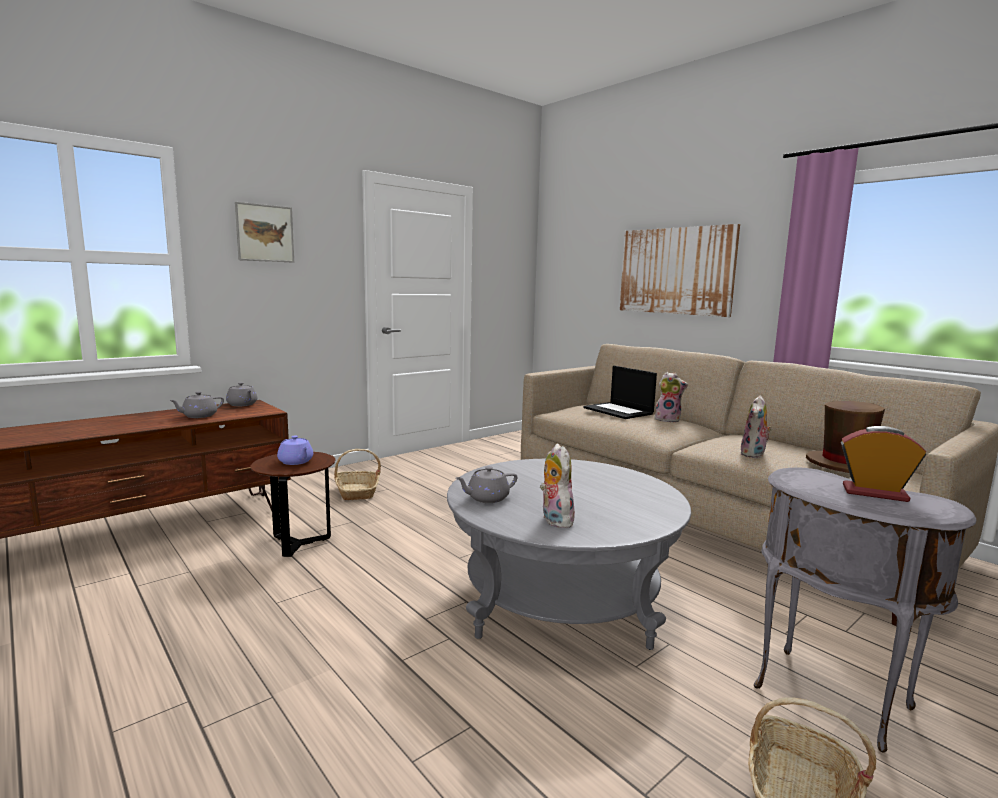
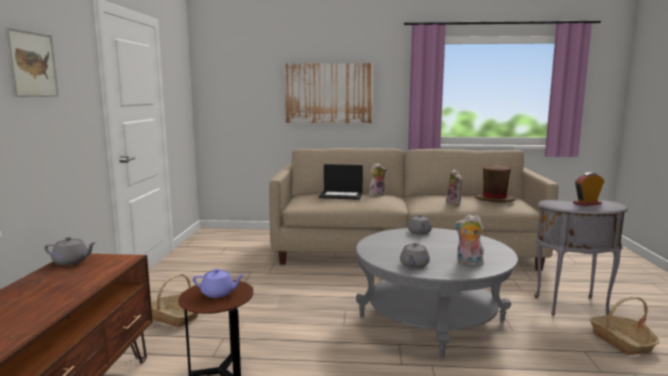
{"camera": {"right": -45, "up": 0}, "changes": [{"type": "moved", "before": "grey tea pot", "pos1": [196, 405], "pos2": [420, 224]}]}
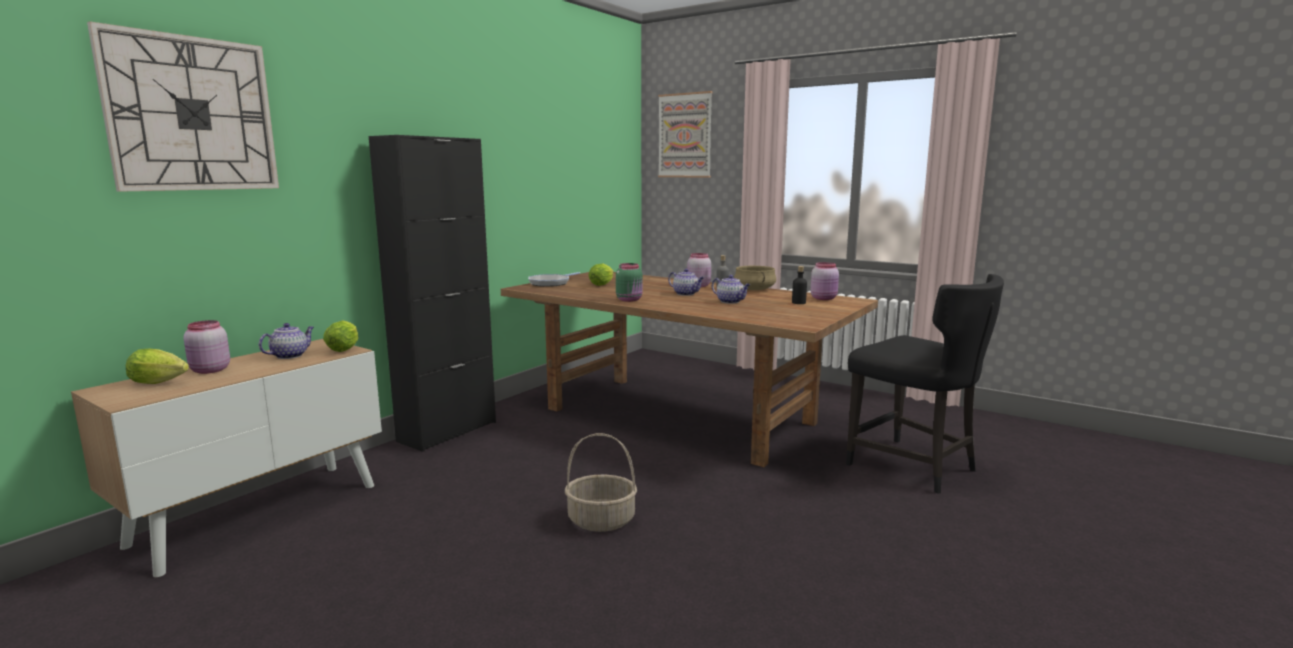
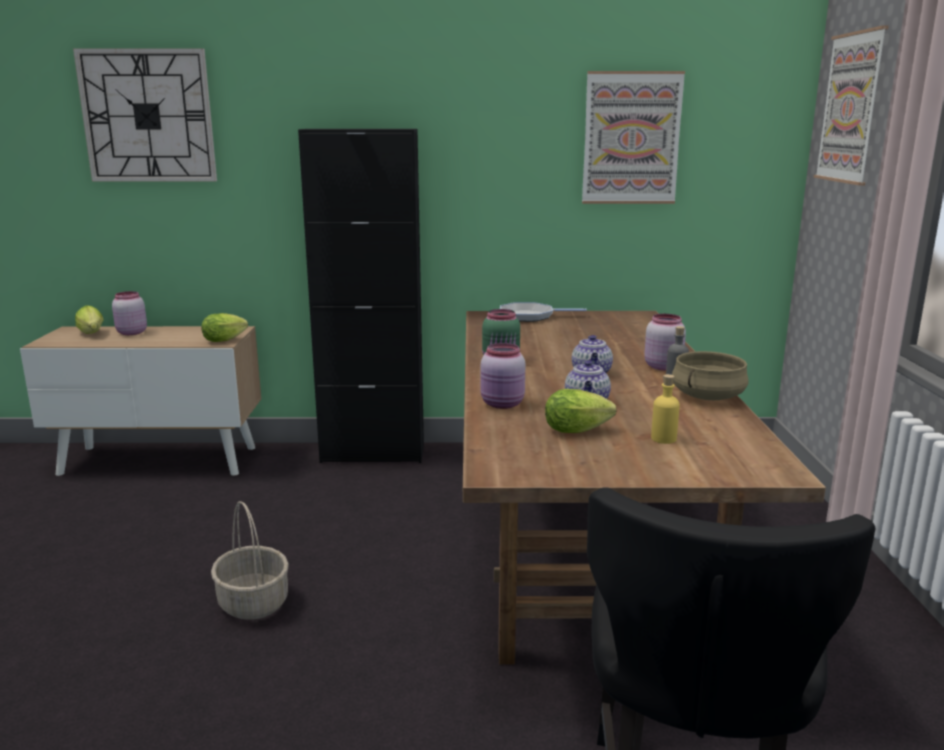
{"camera": {"right": 55, "up": 5}, "changes": [{"type": "moved", "before": "pink-coloured preserve jar", "pos1": [825, 281], "pos2": [503, 376]}, {"type": "moved", "before": "lettuce head", "pos1": [601, 274], "pos2": [580, 411]}, {"type": "added", "after": "picture", "pos2": [633, 137]}, {"type": "recoloured", "before": "black bottle", "after": "yellow-coloured bottle", "pos1": [799, 285], "pos2": [665, 409]}, {"type": "removed", "before": "tea pot", "pos1": [286, 341]}]}
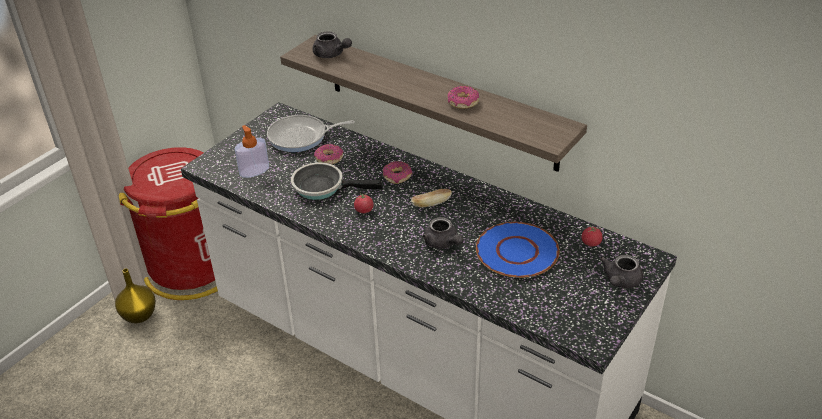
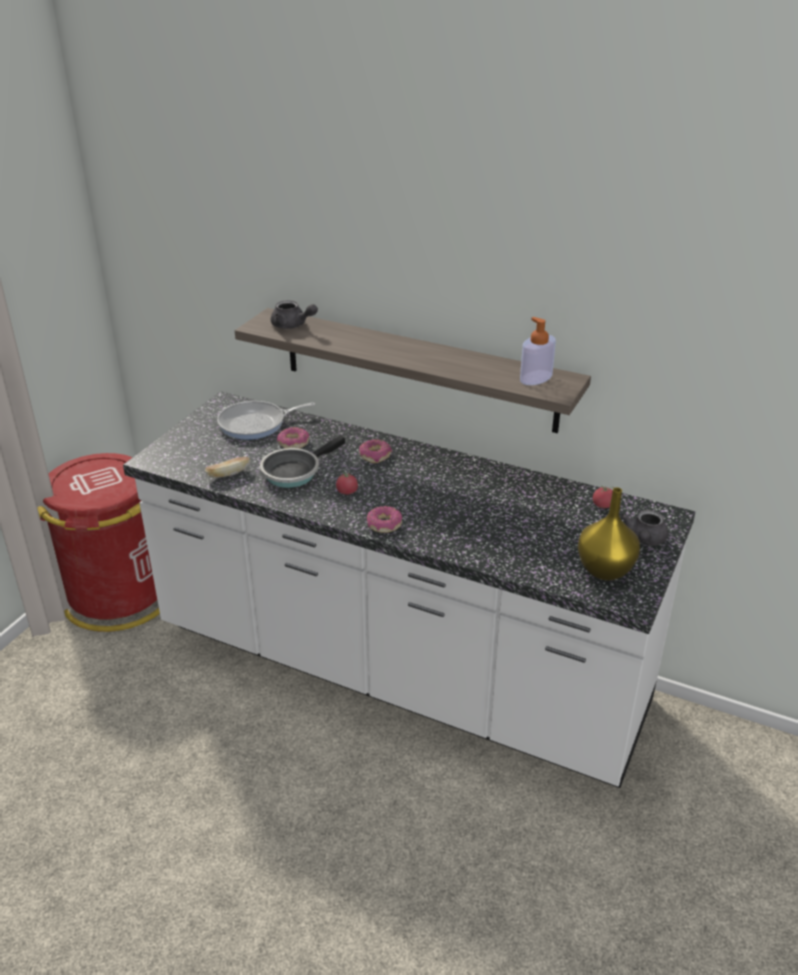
{"camera": {"right": -10, "up": -5}, "changes": [{"type": "moved", "before": "bread", "pos1": [431, 198], "pos2": [227, 467]}, {"type": "turned", "before": "pan", "pos1": [337, 181], "pos2": [302, 461], "turn": -45}, {"type": "moved", "before": "donut", "pos1": [463, 97], "pos2": [384, 519]}, {"type": "moved", "before": "soap dispenser", "pos1": [252, 151], "pos2": [538, 351]}, {"type": "moved", "before": "yellow-coloured vase", "pos1": [135, 296], "pos2": [609, 533]}, {"type": "removed", "before": "grey tea pot", "pos1": [443, 233]}, {"type": "removed", "before": "blue-coloured plate", "pos1": [518, 250]}]}
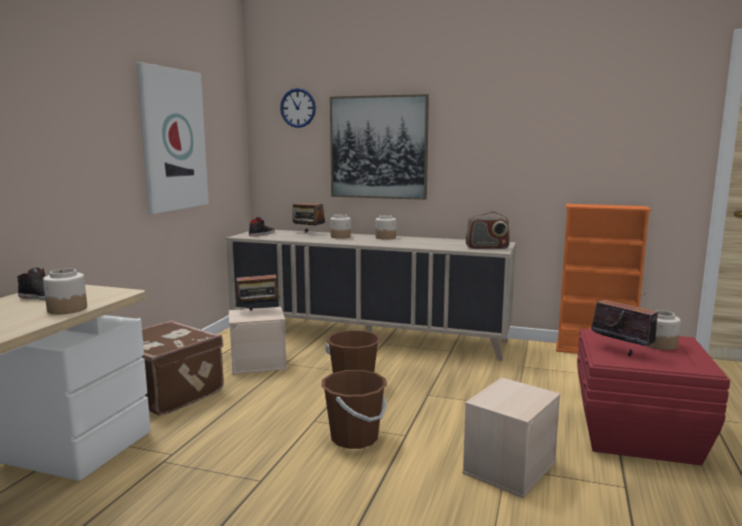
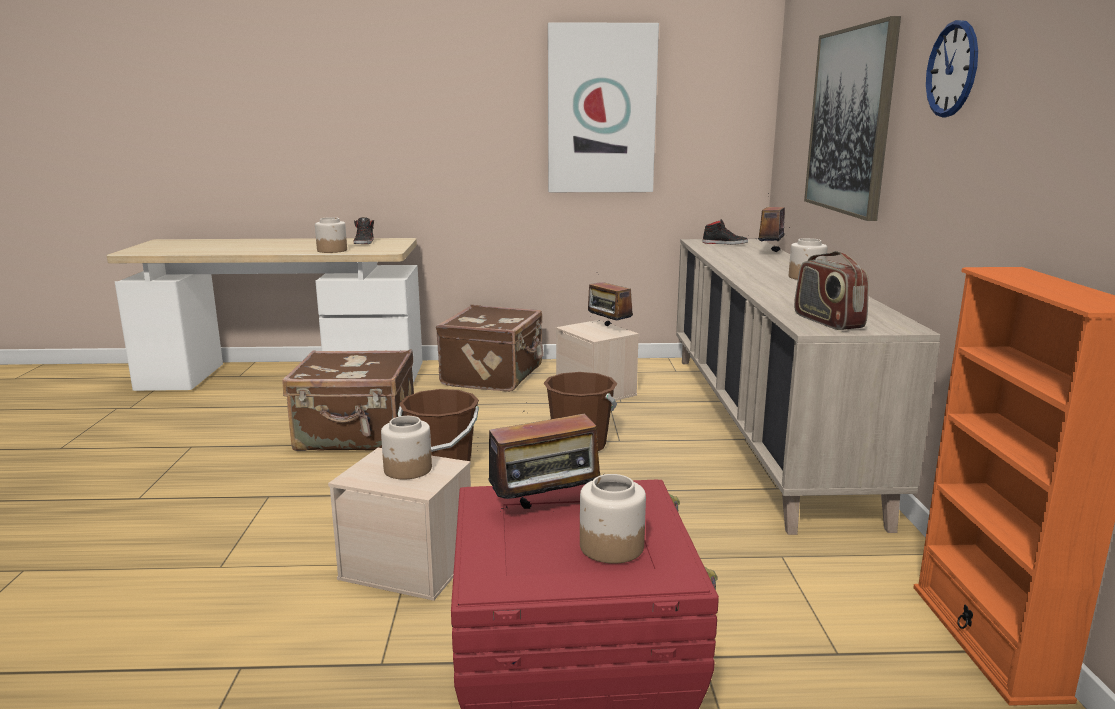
{"camera": {"right": 70, "up": 5}, "changes": [{"type": "added", "after": "brownish piece of luggage", "pos2": [348, 400]}, {"type": "moved", "before": "preserve jar", "pos1": [340, 226], "pos2": [406, 447]}, {"type": "turned", "before": "radio set", "pos1": [624, 325], "pos2": [546, 461], "turn": 45}, {"type": "moved", "before": "wall clock", "pos1": [298, 108], "pos2": [952, 68]}]}
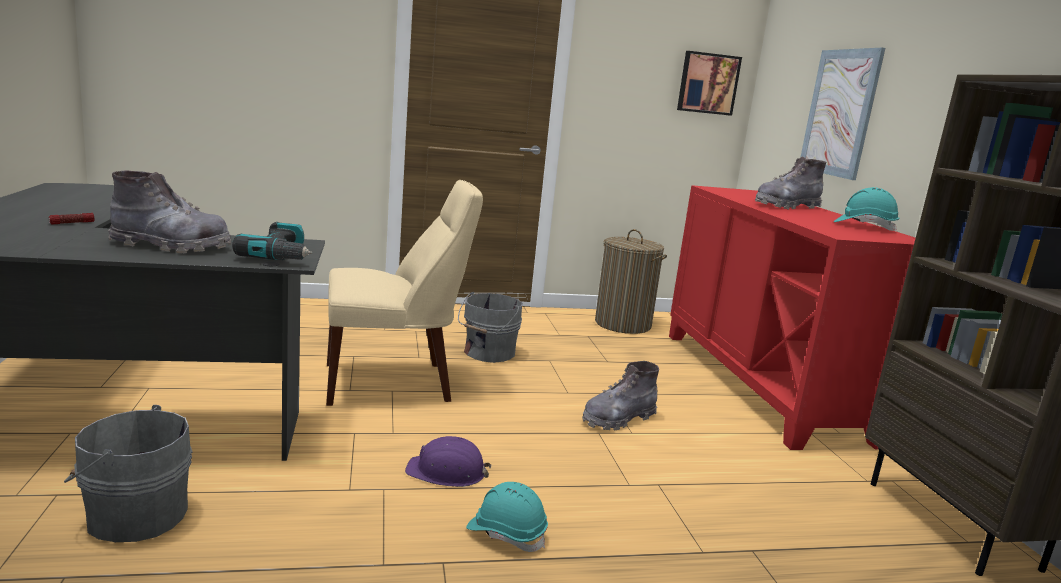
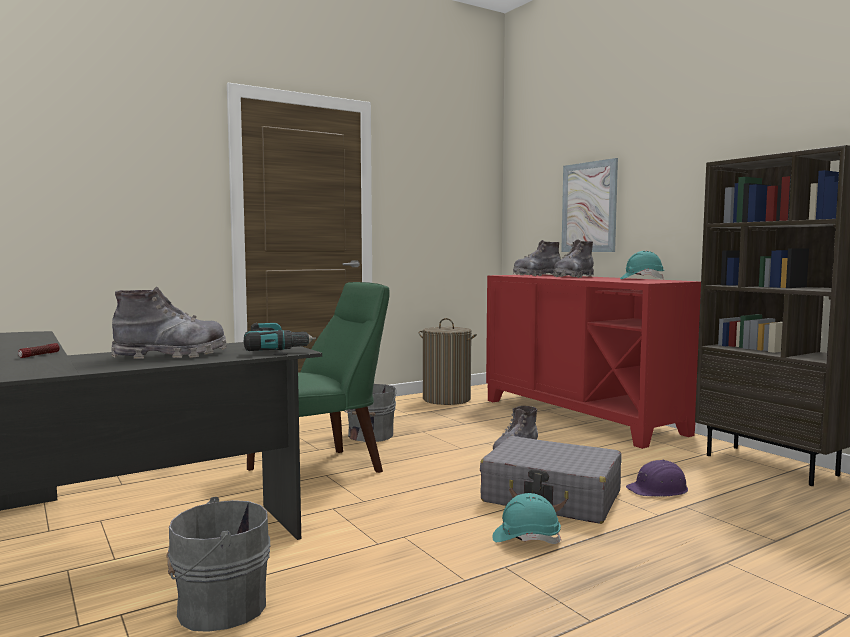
{"camera": {"right": -20, "up": -10}, "changes": [{"type": "recoloured", "before": "beige-coloured plain chair", "after": "green-coloured plain chair", "pos1": [404, 293], "pos2": [318, 377]}, {"type": "added", "after": "grey piece of luggage", "pos2": [551, 480]}, {"type": "added", "after": "grey high-top boot", "pos2": [537, 258]}, {"type": "moved", "before": "purple work helmet", "pos1": [448, 461], "pos2": [657, 478]}, {"type": "removed", "before": "picture", "pos1": [709, 83]}]}
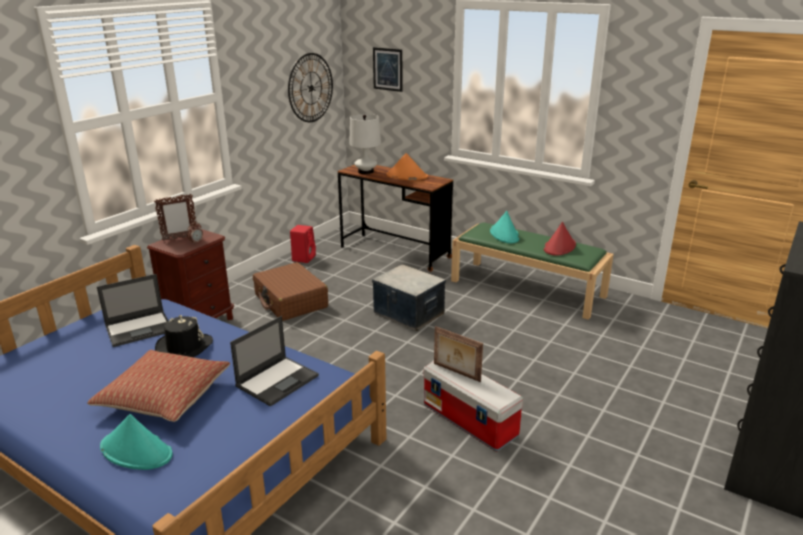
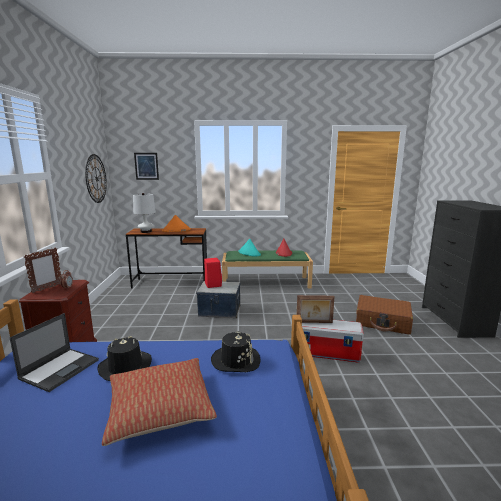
{"camera": {"right": -35, "up": -10}, "changes": [{"type": "moved", "before": "red audio speaker", "pos1": [303, 244], "pos2": [213, 273]}, {"type": "replaced", "before": "portable computer", "after": "black wearable hat", "pos1": [274, 361], "pos2": [236, 351]}, {"type": "moved", "before": "brownish piece of luggage", "pos1": [290, 291], "pos2": [384, 315]}, {"type": "removed", "before": "turquoise-coloured wearable hat", "pos1": [136, 442]}]}
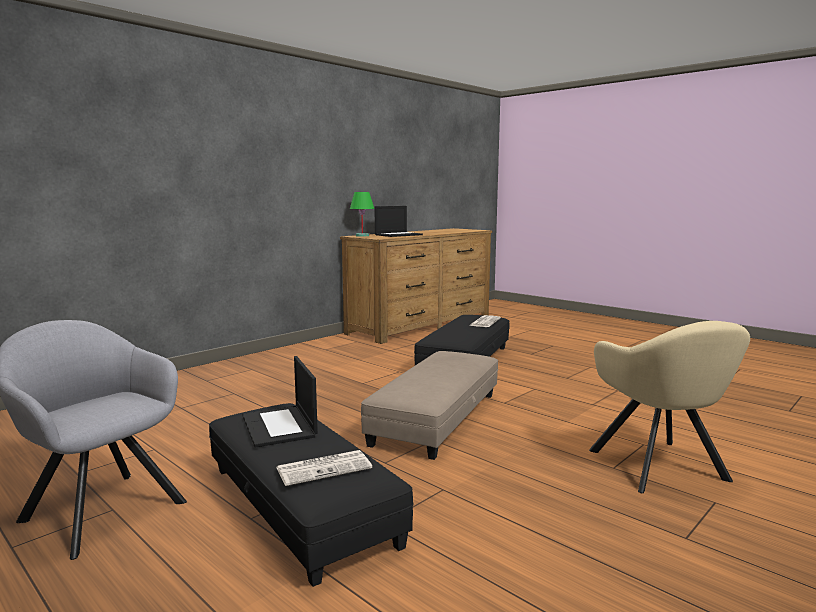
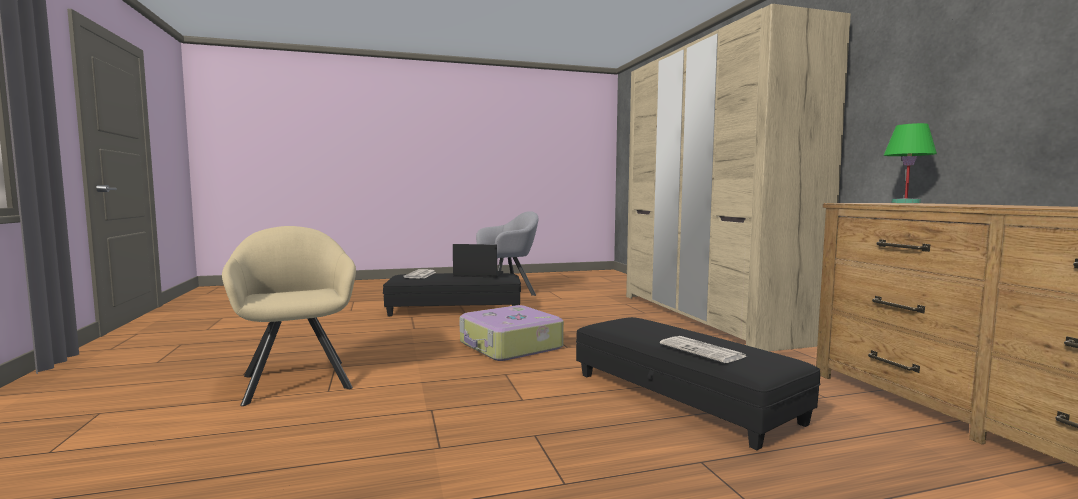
{"camera": {"right": 120, "up": -5}, "changes": [{"type": "turned", "before": "beige-coloured armchair", "pos1": [669, 407], "pos2": [289, 316], "turn": 45}, {"type": "replaced", "before": "beige-coloured pouffe", "after": "piece of luggage", "pos1": [429, 405], "pos2": [512, 333]}, {"type": "added", "after": "beige-coloured wardrobe", "pos2": [738, 177]}, {"type": "removed", "before": "portable computer", "pos1": [399, 221]}]}
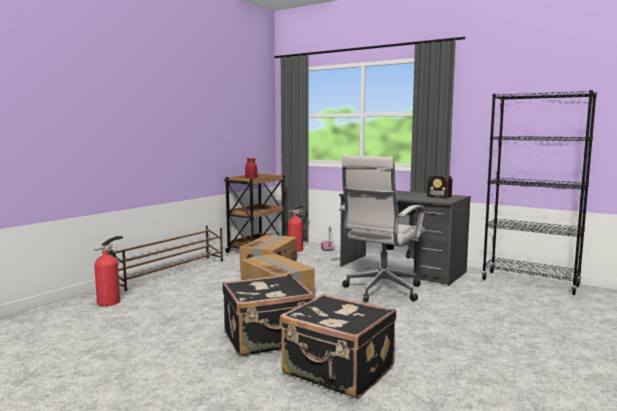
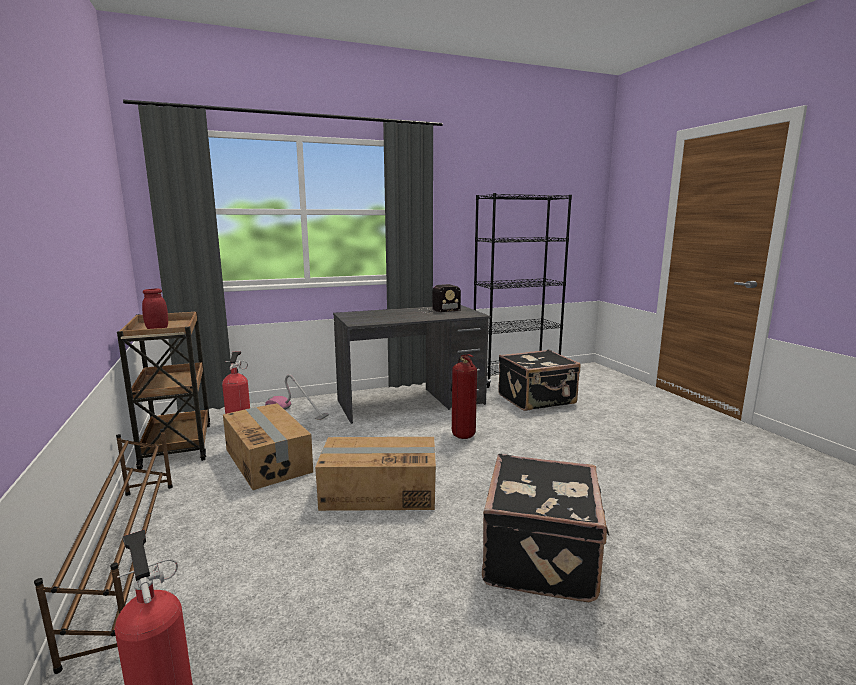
{"camera": {"right": -55, "up": 5}, "changes": [{"type": "replaced", "before": "white-coloured computer chair", "after": "fire-fighting cylinder", "pos1": [382, 228], "pos2": [463, 396]}, {"type": "moved", "before": "black piece of luggage", "pos1": [337, 346], "pos2": [539, 380]}]}
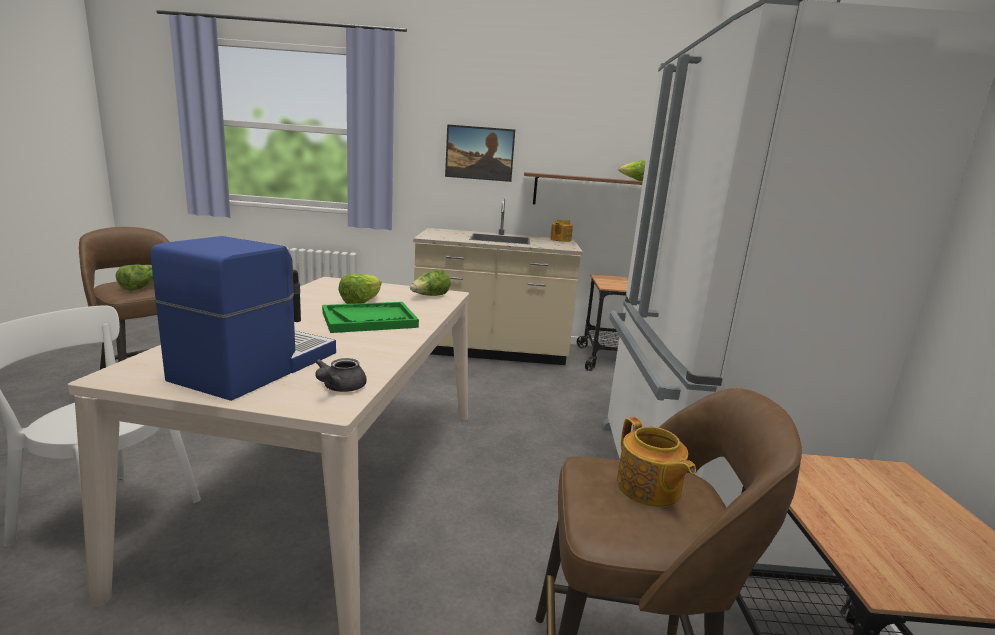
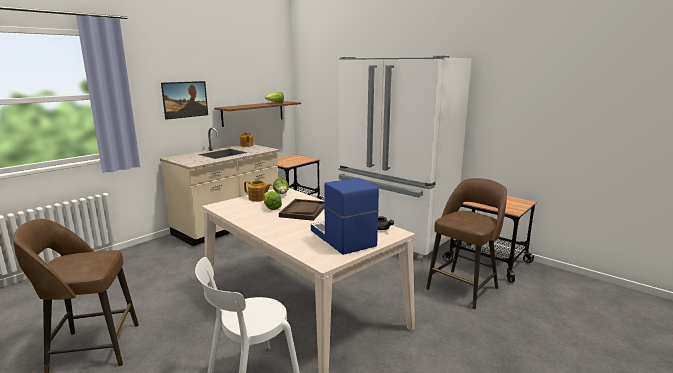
{"camera": {"right": -50, "up": 0}, "changes": [{"type": "moved", "before": "tea pot", "pos1": [656, 462], "pos2": [258, 191]}, {"type": "recoloured", "before": "green-coloured serving tray", "after": "brownish serving tray", "pos1": [370, 317], "pos2": [302, 210]}, {"type": "removed", "before": "lettuce head", "pos1": [135, 278]}]}
